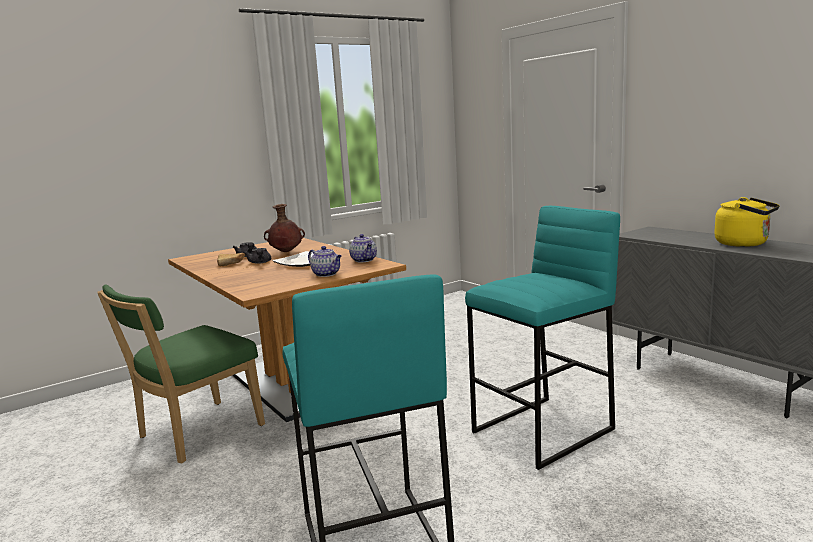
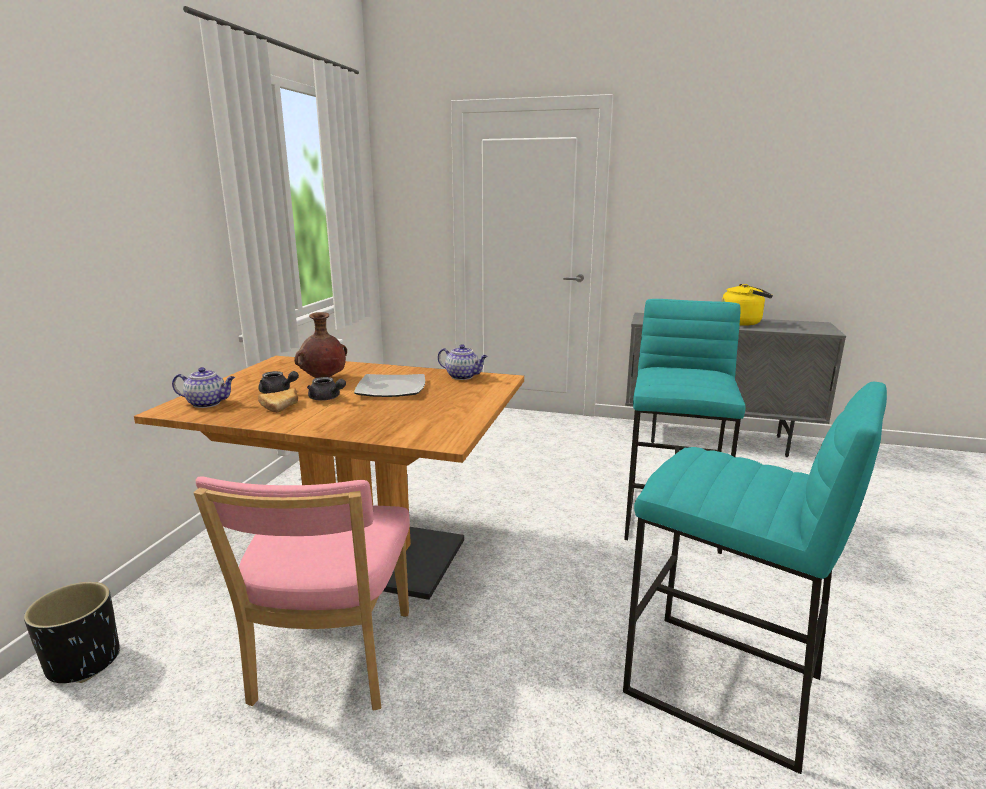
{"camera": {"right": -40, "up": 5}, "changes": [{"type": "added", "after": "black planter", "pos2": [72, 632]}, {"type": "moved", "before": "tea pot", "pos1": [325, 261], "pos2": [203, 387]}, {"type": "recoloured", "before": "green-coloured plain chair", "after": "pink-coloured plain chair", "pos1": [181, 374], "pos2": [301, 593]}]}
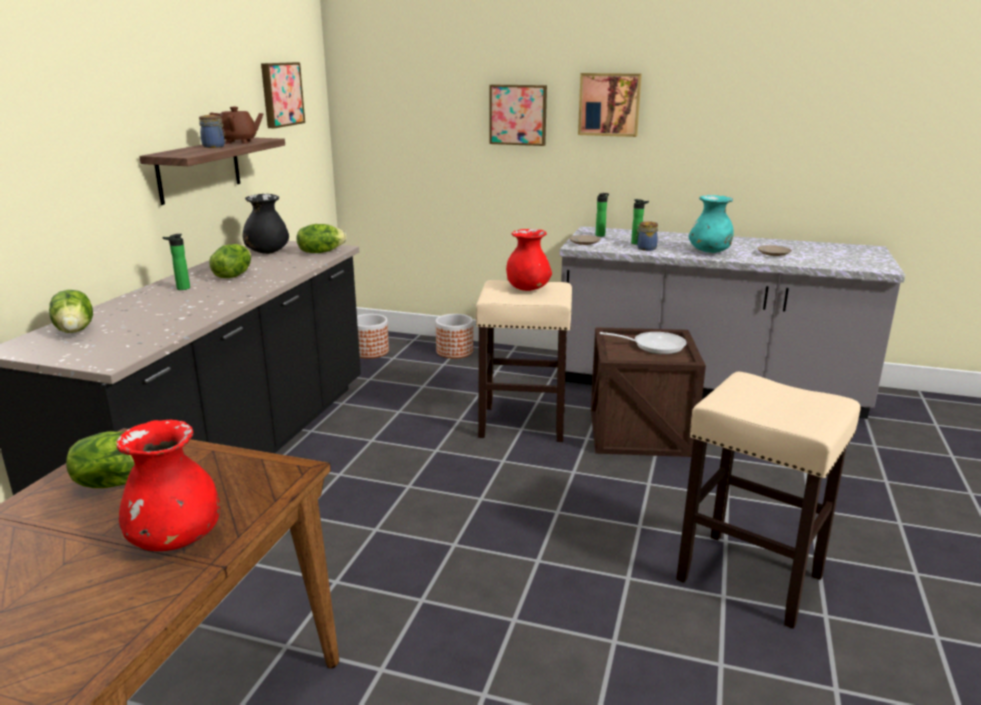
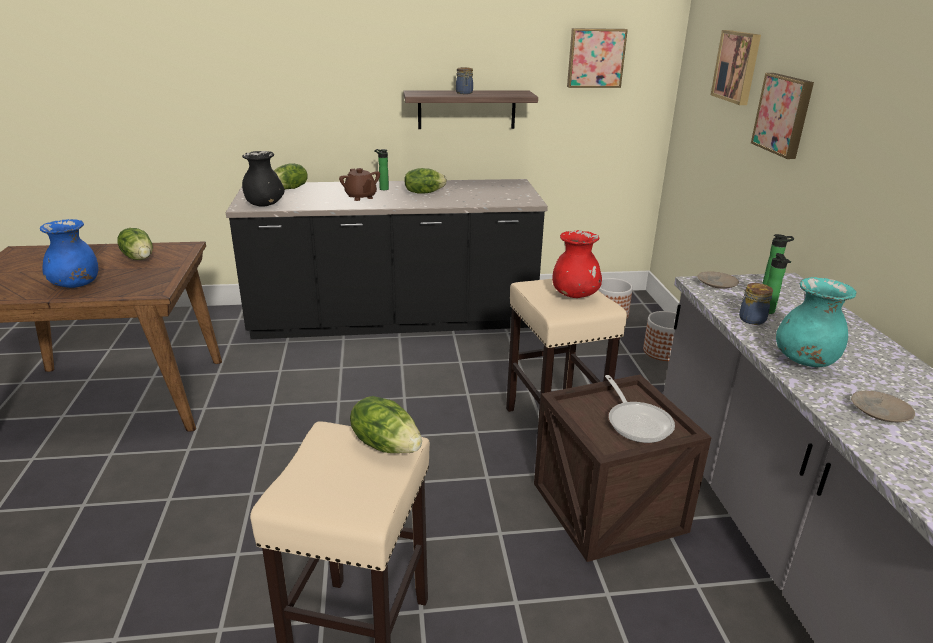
{"camera": {"right": 65, "up": 5}, "changes": [{"type": "recoloured", "before": "red vase", "after": "blue-coloured vase", "pos1": [168, 485], "pos2": [69, 253]}, {"type": "moved", "before": "black vase", "pos1": [266, 224], "pos2": [263, 179]}, {"type": "moved", "before": "brownish tea pot", "pos1": [236, 125], "pos2": [359, 184]}, {"type": "moved", "before": "lettuce head", "pos1": [321, 238], "pos2": [386, 424]}, {"type": "moved", "before": "picture", "pos1": [610, 105], "pos2": [736, 67]}]}
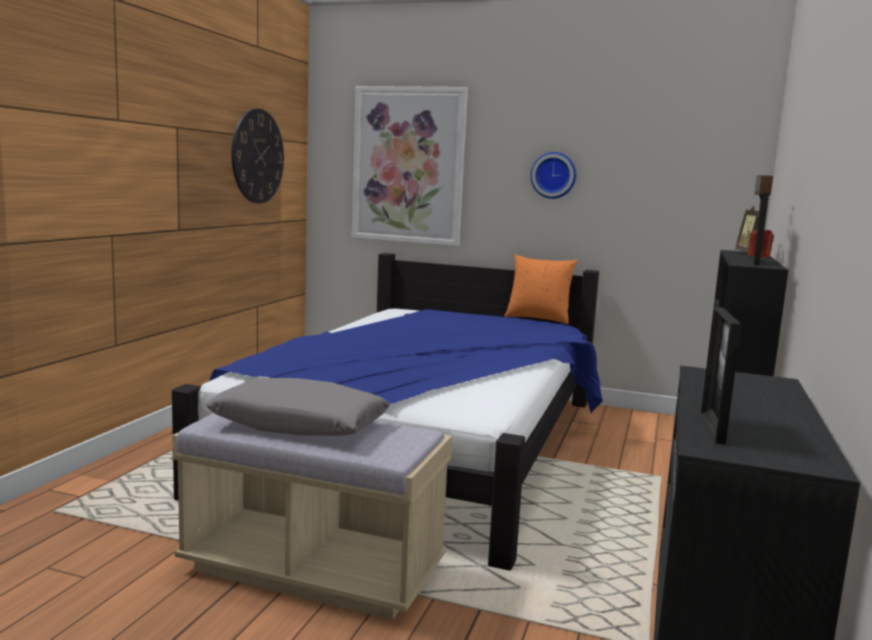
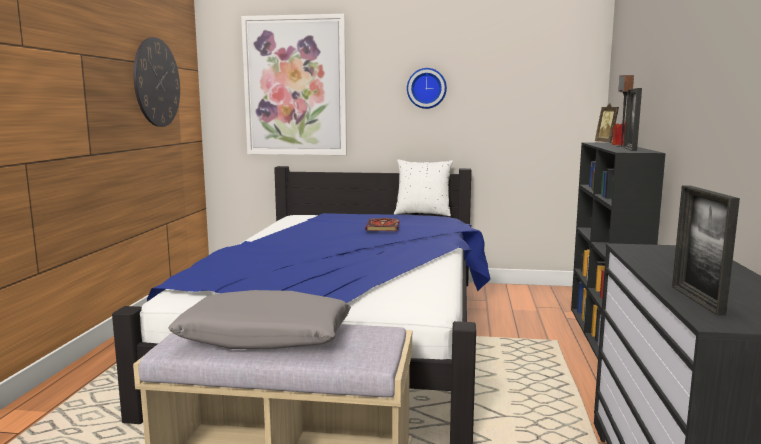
{"camera": {"right": -10, "up": 0}, "changes": [{"type": "added", "after": "bound book", "pos2": [382, 224]}, {"type": "recoloured", "before": "orange pillow", "after": "white-coloured pillow", "pos1": [541, 289], "pos2": [423, 187]}]}
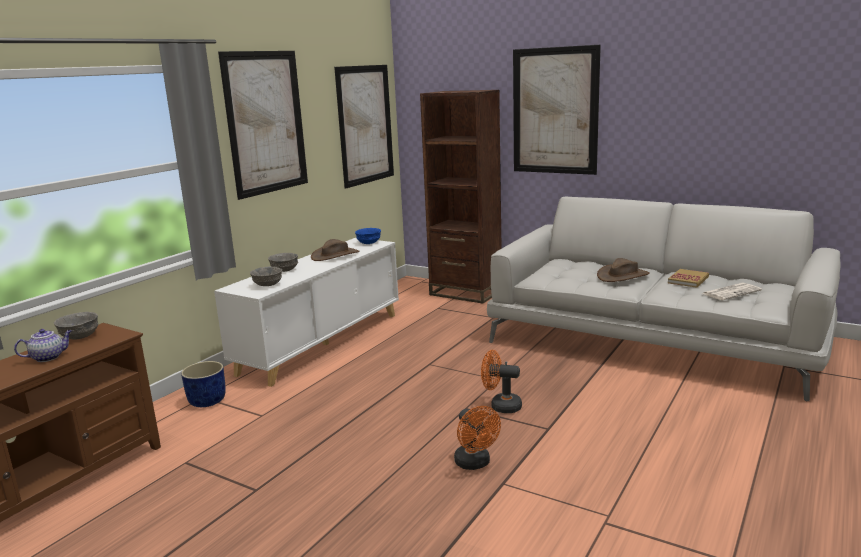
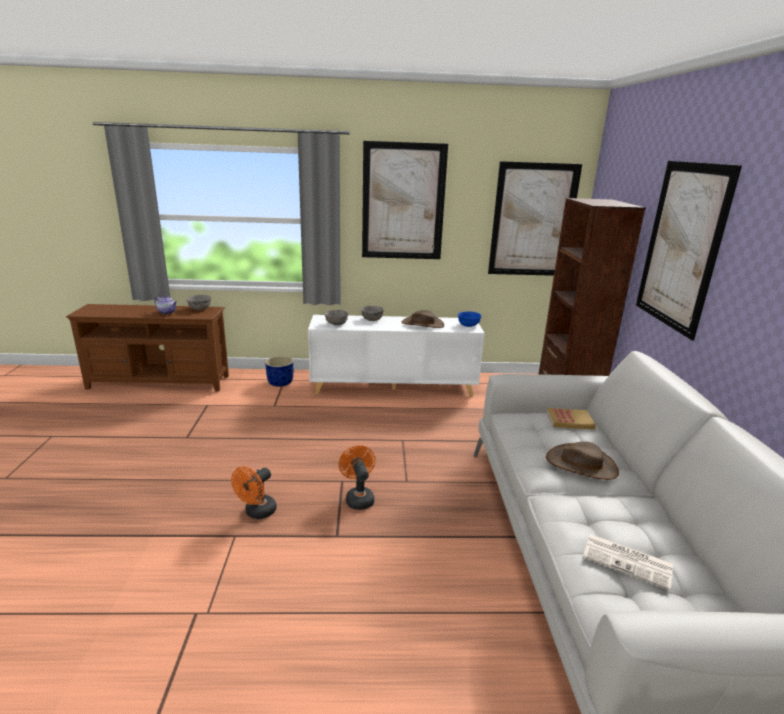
{"camera": {"right": 55, "up": 5}, "changes": [{"type": "moved", "before": "bound book", "pos1": [688, 278], "pos2": [571, 419]}]}
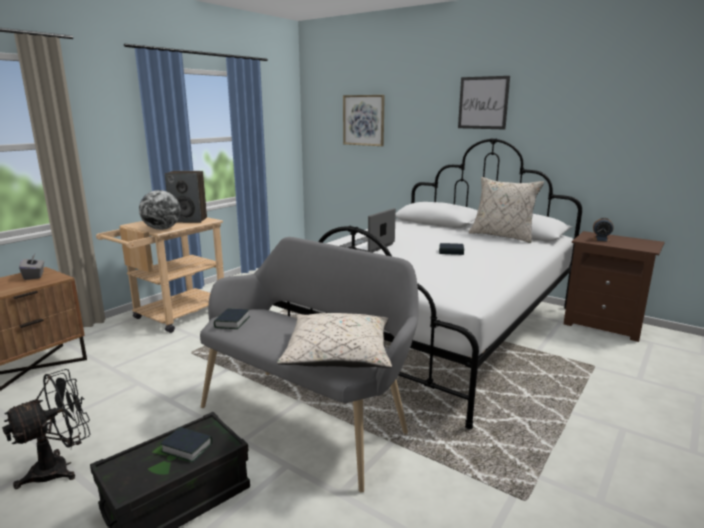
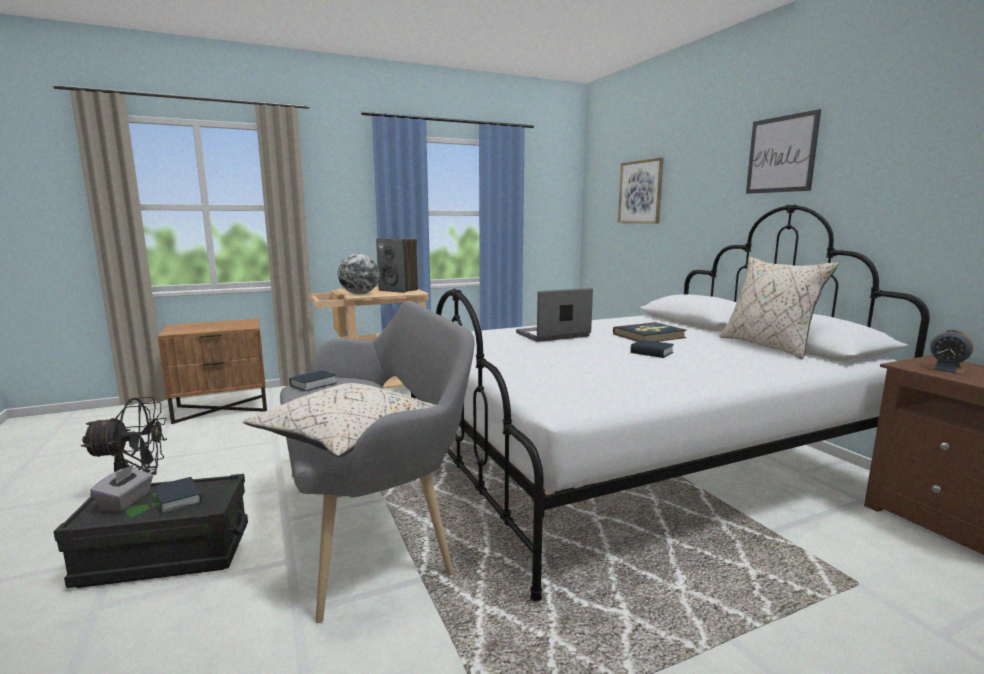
{"camera": {"right": 30, "up": -5}, "changes": [{"type": "moved", "before": "grey tissue holder", "pos1": [31, 267], "pos2": [121, 487]}, {"type": "added", "after": "bound book", "pos2": [650, 332]}]}
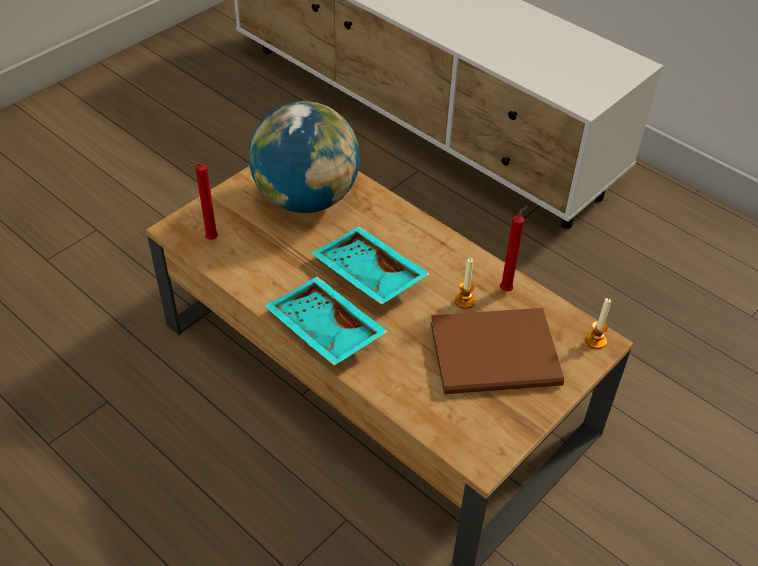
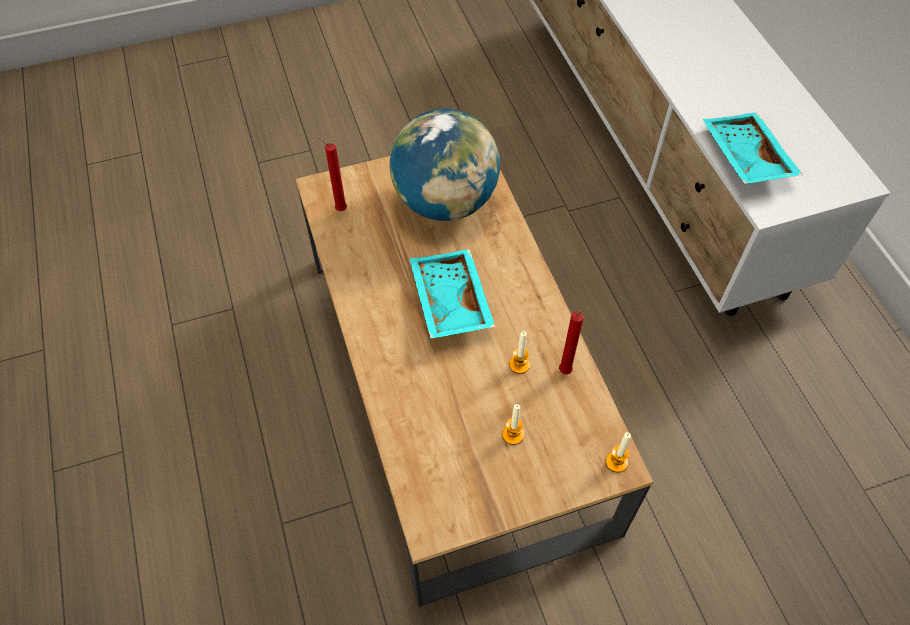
{"camera": {"right": 30, "up": 10}, "changes": [{"type": "replaced", "before": "brownish bound book", "after": "candle", "pos1": [497, 351], "pos2": [513, 424]}, {"type": "moved", "before": "turquoise-coloured serving tray", "pos1": [326, 321], "pos2": [752, 148]}]}
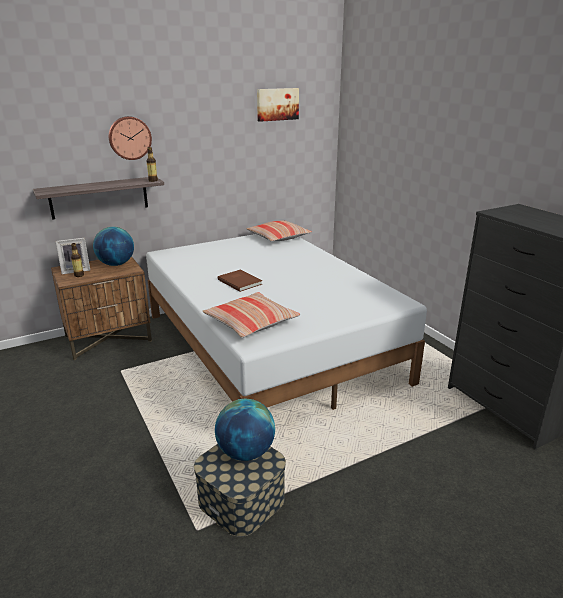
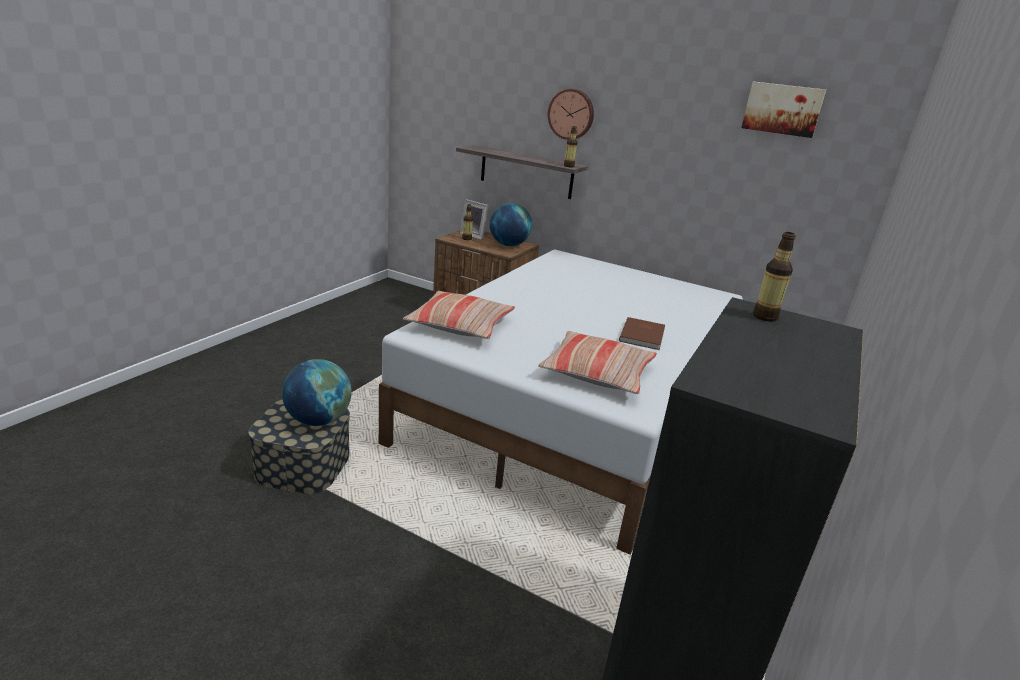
{"camera": {"right": 55, "up": 0}, "changes": [{"type": "moved", "before": "pillow", "pos1": [279, 230], "pos2": [597, 362]}, {"type": "moved", "before": "brownish bound book", "pos1": [240, 281], "pos2": [642, 333]}, {"type": "added", "after": "bottle", "pos2": [774, 277]}]}
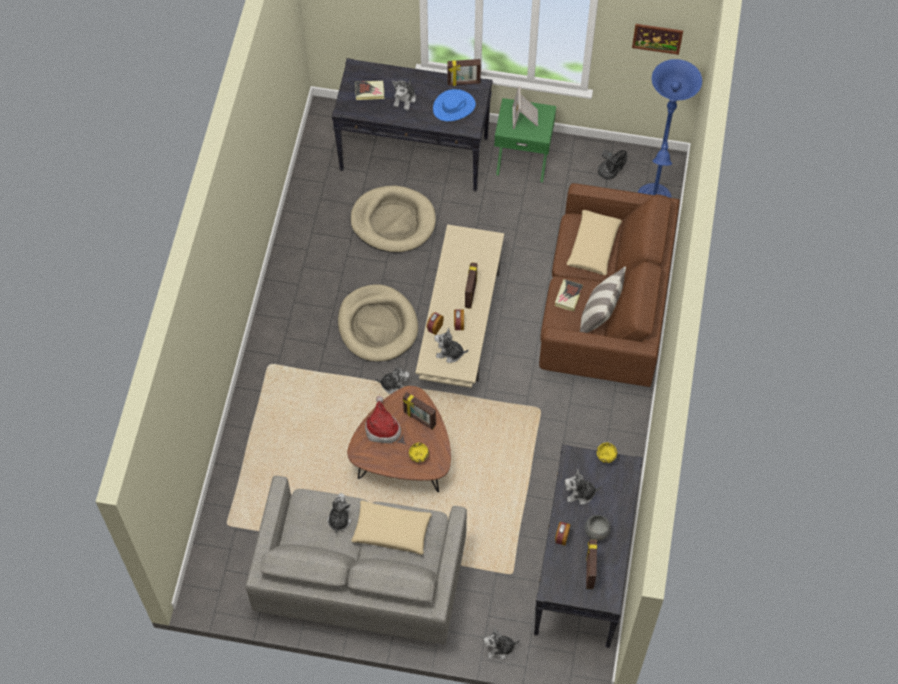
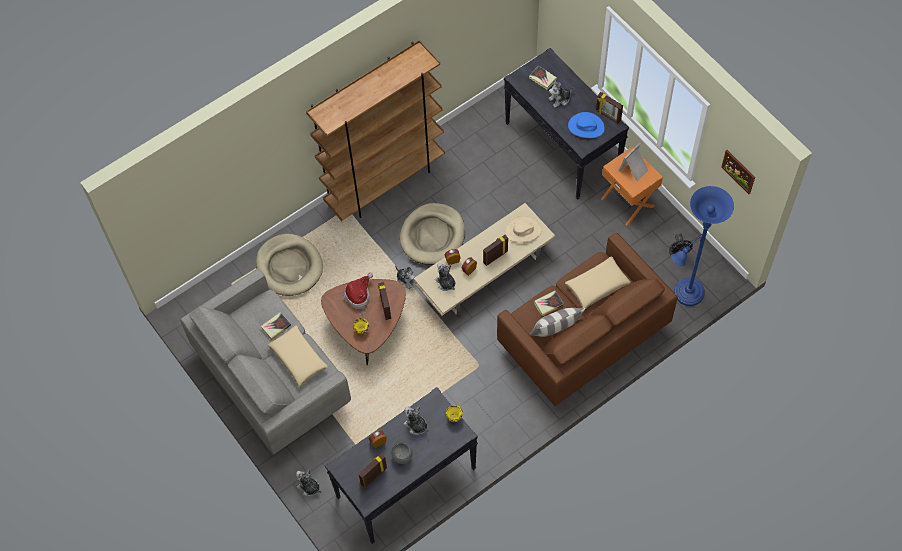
{"camera": {"right": 45, "up": 0}, "changes": [{"type": "moved", "before": "beige-coloured dog bed", "pos1": [393, 219], "pos2": [289, 265]}, {"type": "replaced", "before": "cuddly toy", "after": "bound book", "pos1": [339, 513], "pos2": [276, 326]}, {"type": "added", "after": "brownish shelving unit", "pos2": [375, 130]}, {"type": "added", "after": "beige-coloured wearable hat", "pos2": [523, 229]}, {"type": "recoloured", "before": "green-coloured bedside table", "after": "orange bedside table", "pos1": [525, 140], "pos2": [632, 186]}]}
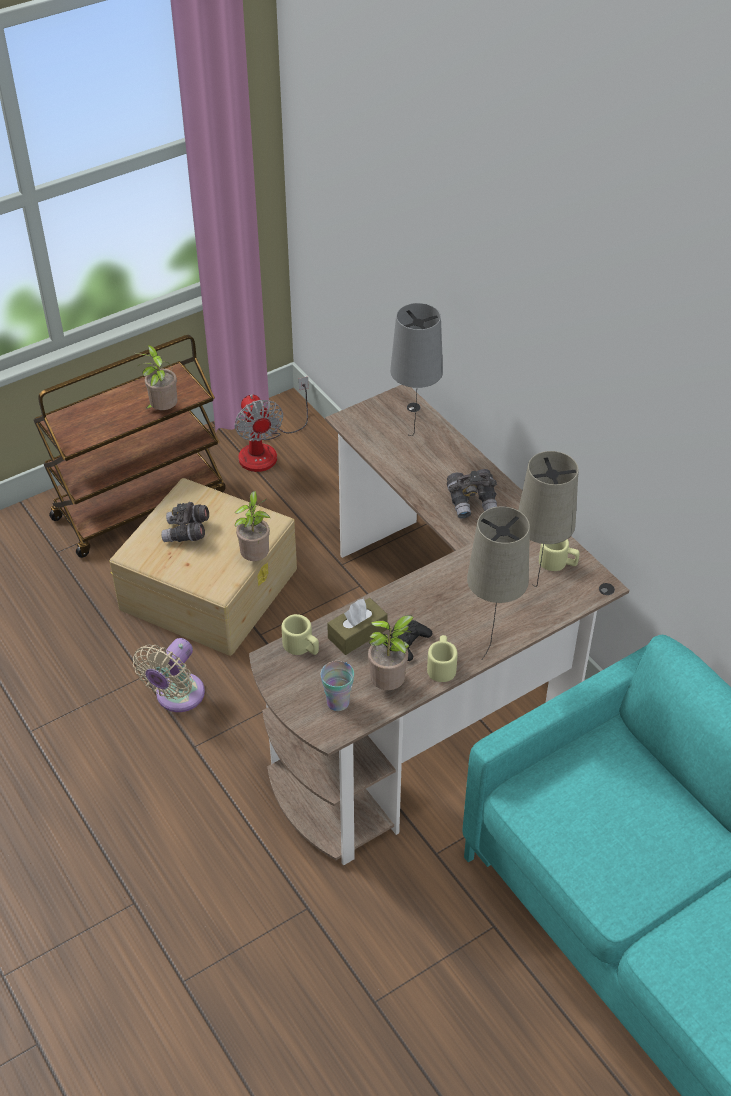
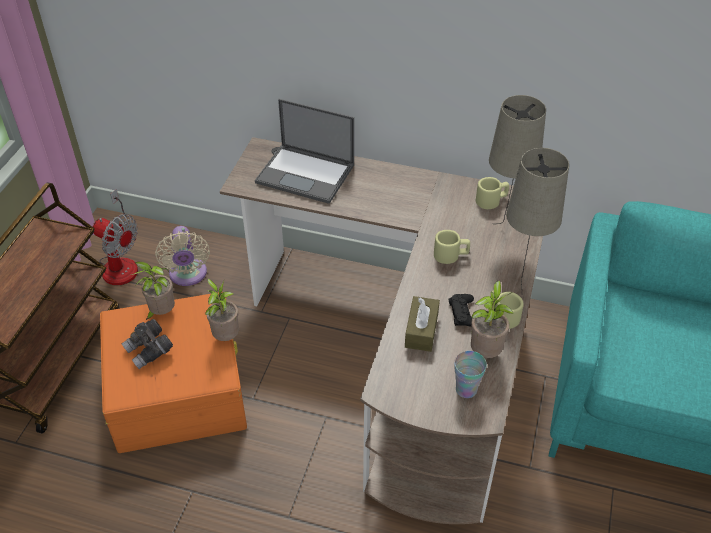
{"camera": {"right": -40, "up": 0}, "changes": [{"type": "recoloured", "before": "beige-coloured storage box", "after": "orange storage box", "pos1": [203, 567], "pos2": [173, 372]}, {"type": "moved", "before": "potted plant", "pos1": [156, 377], "pos2": [153, 291]}, {"type": "moved", "before": "beige-coloured cooling fan", "pos1": [169, 675], "pos2": [182, 256]}, {"type": "replaced", "before": "grey tabletop lamp", "after": "portable computer", "pos1": [416, 369], "pos2": [304, 151]}, {"type": "moved", "before": "beige-coloured tea mug", "pos1": [300, 634], "pos2": [452, 247]}, {"type": "removed", "before": "grey field glasses", "pos1": [472, 493]}]}
